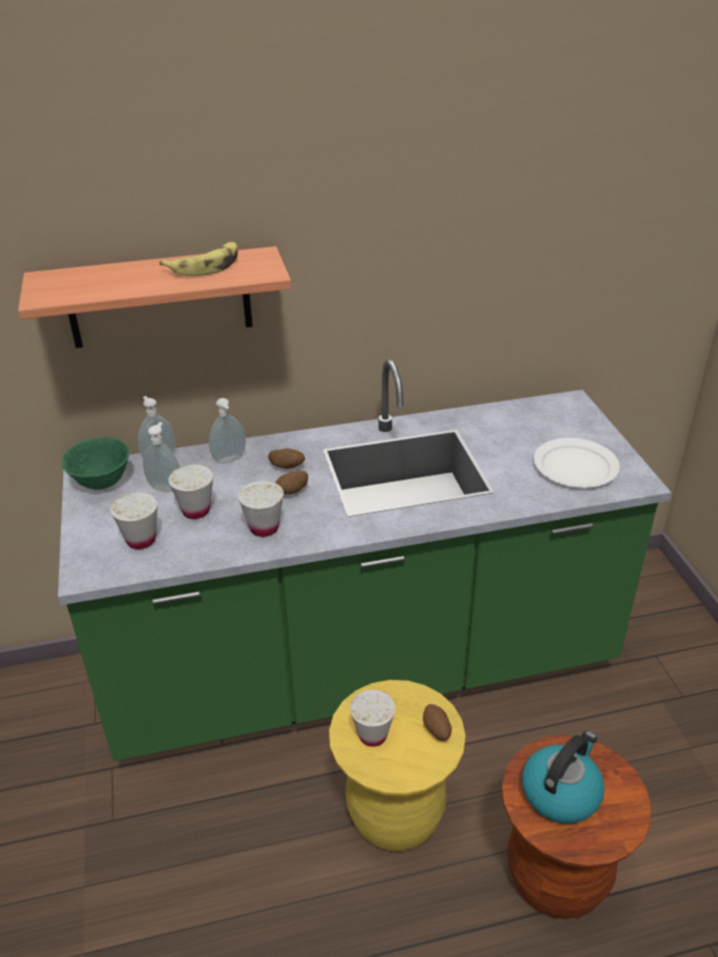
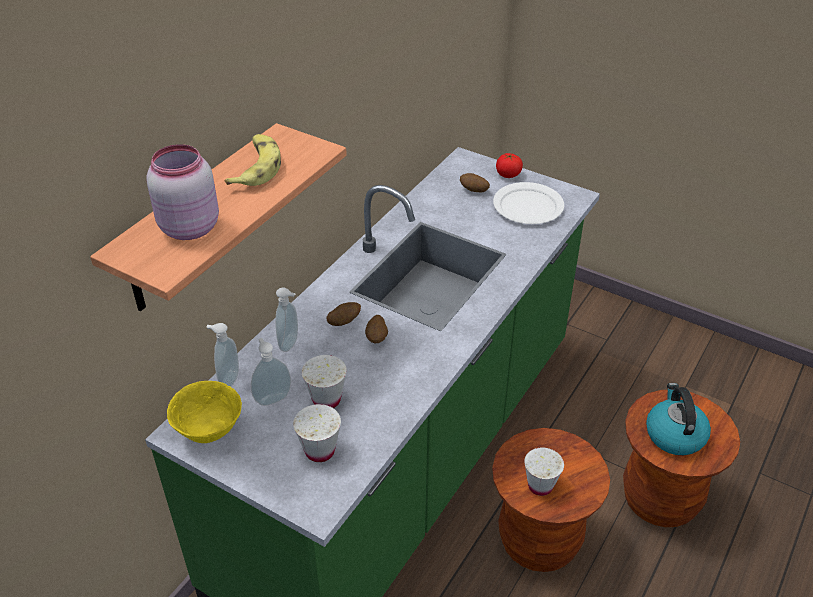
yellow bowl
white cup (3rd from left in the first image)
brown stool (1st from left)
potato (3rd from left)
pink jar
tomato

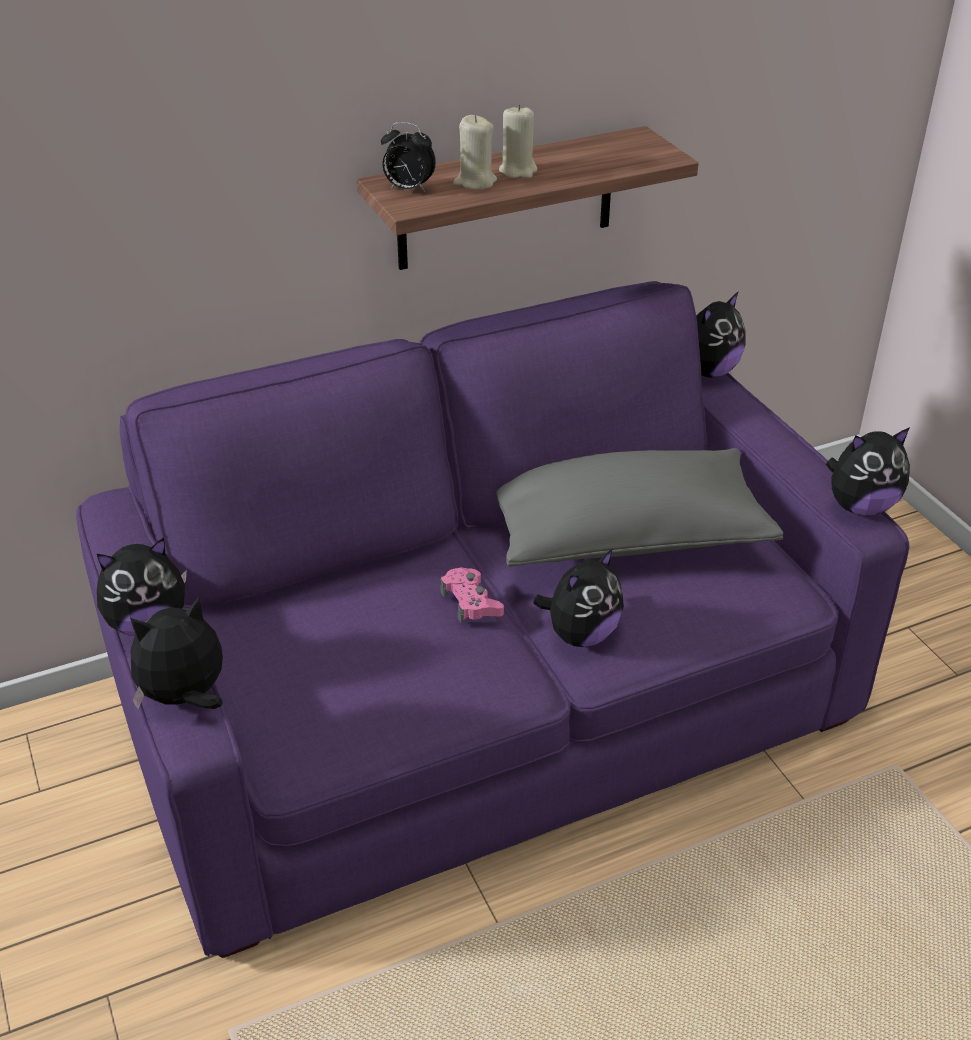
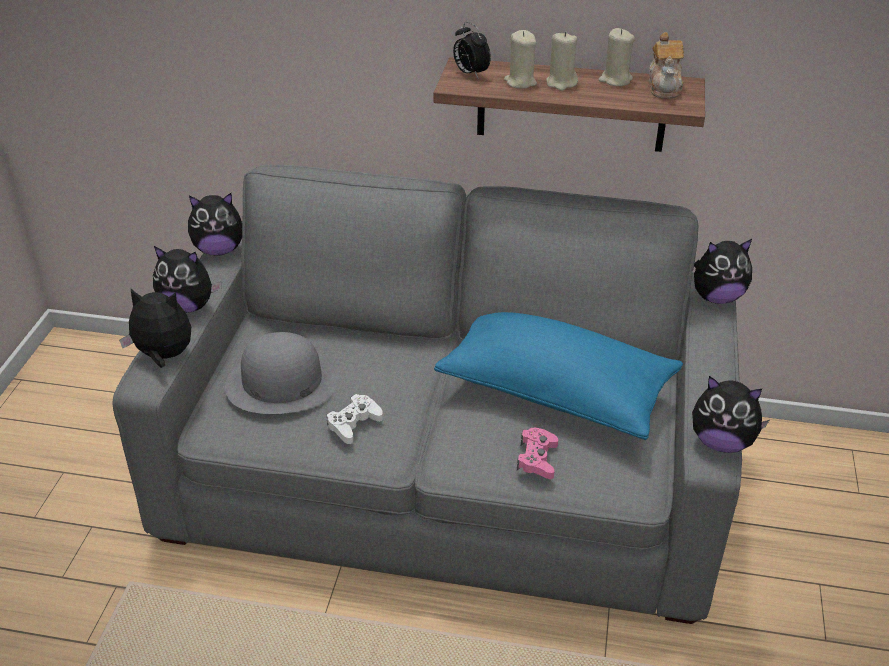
grey sofa
blue pillow
plush toy (3rd from left)
pink game controller
beige candle (3rd from left)
teapot
grey hat
white game controller

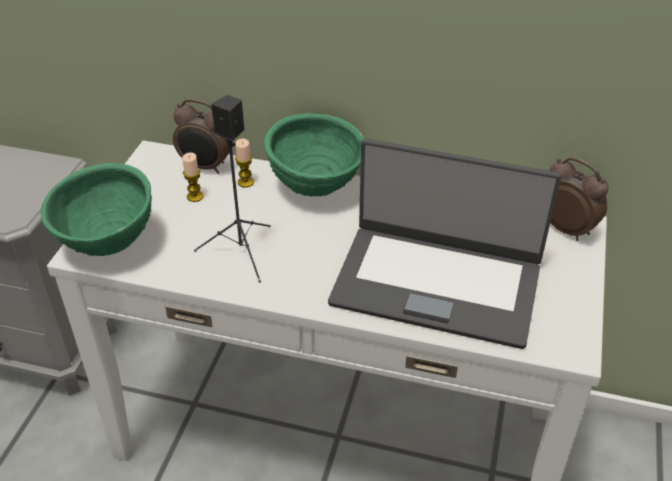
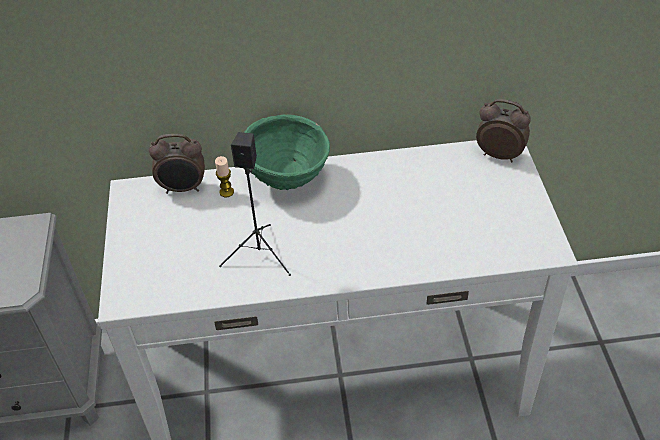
laptop
candle (1st from left in the first image)
green bowl (1st from left in the first image)

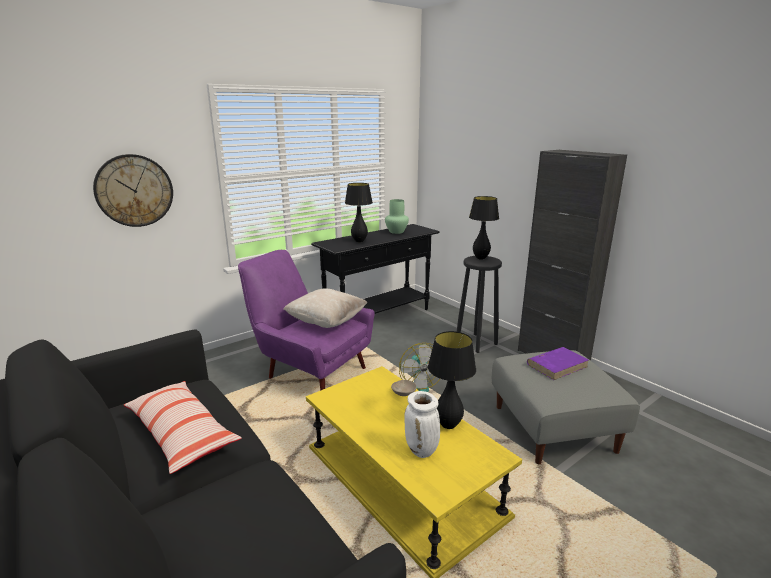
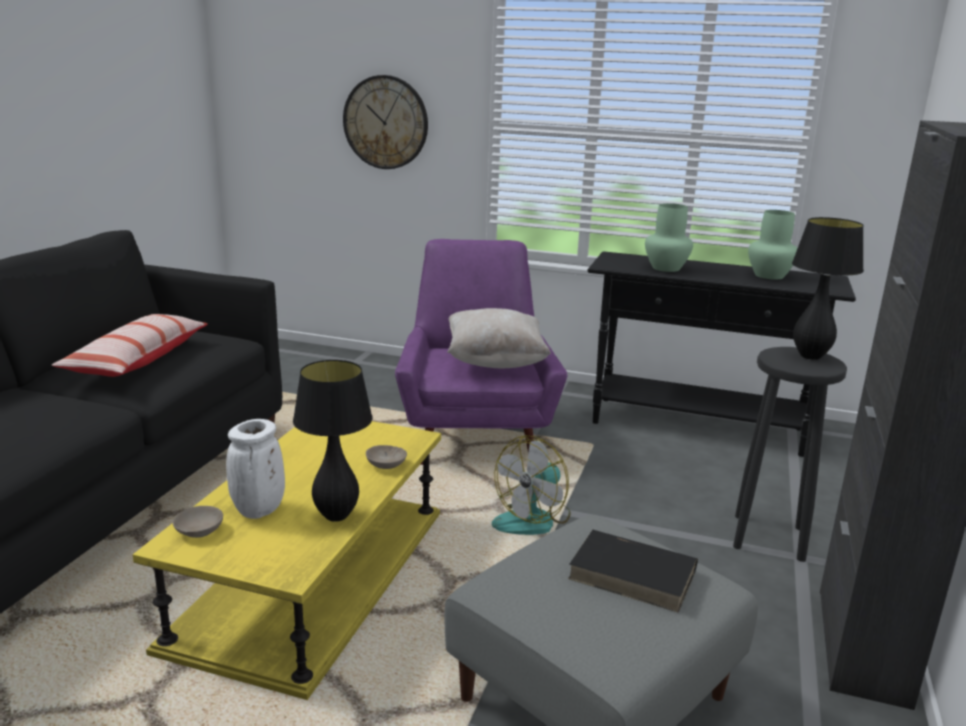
green vase (1st from left)
black book
beige bowl (1st from left)

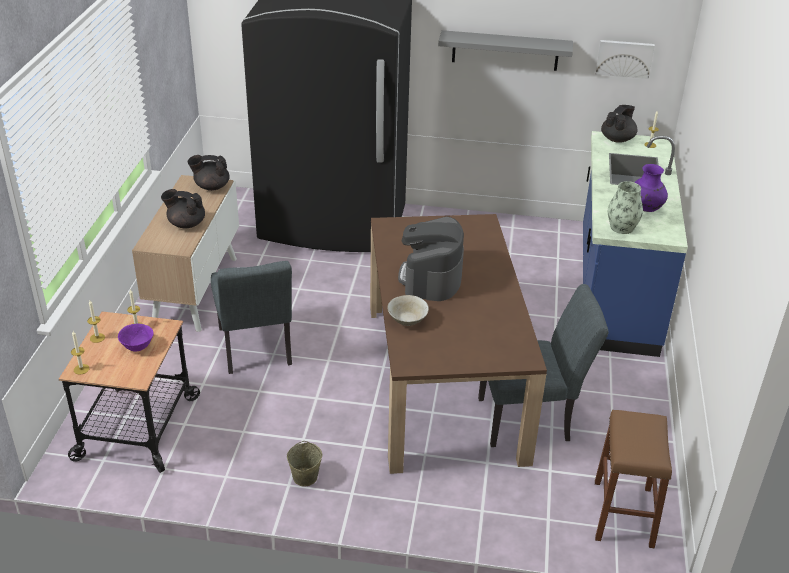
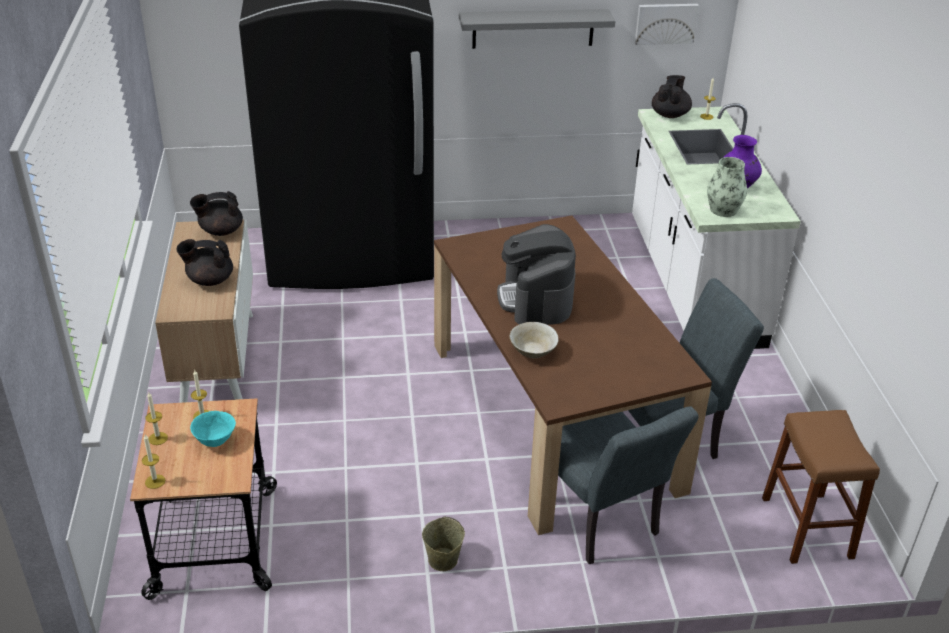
white counter
grey chair (1st from left)
turquoise bowl

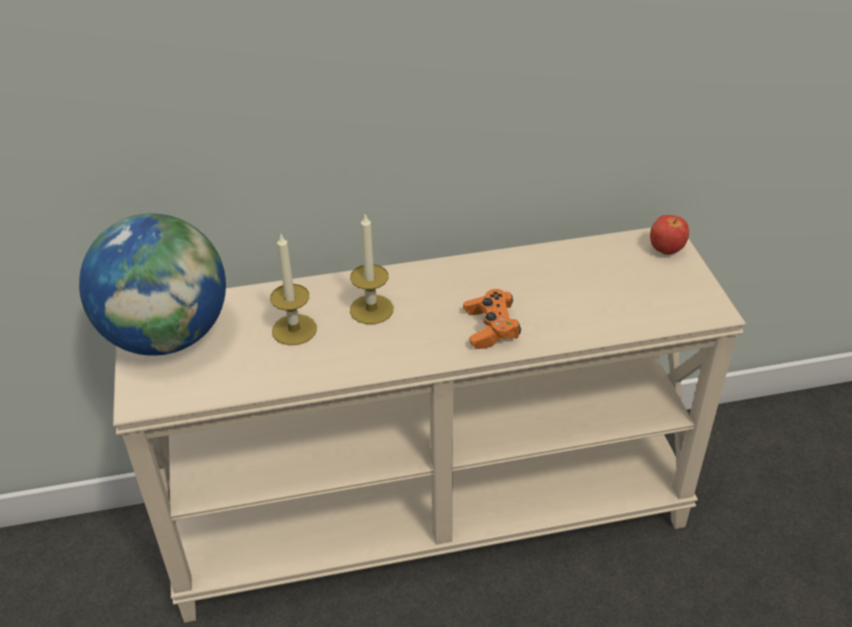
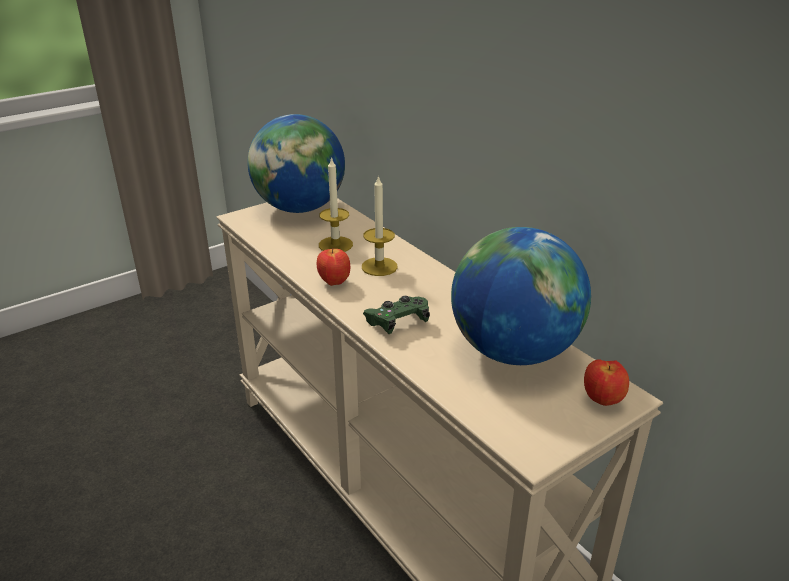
green game controller
globe (2nd from left)
apple (1st from left)

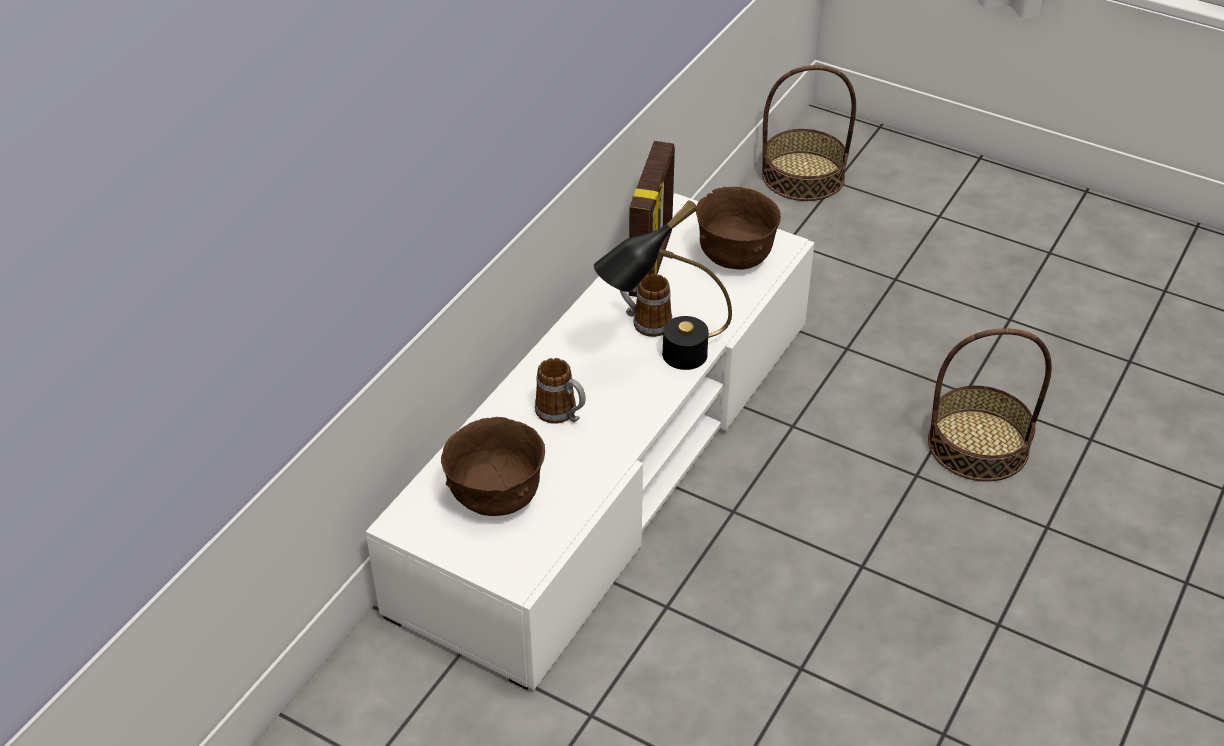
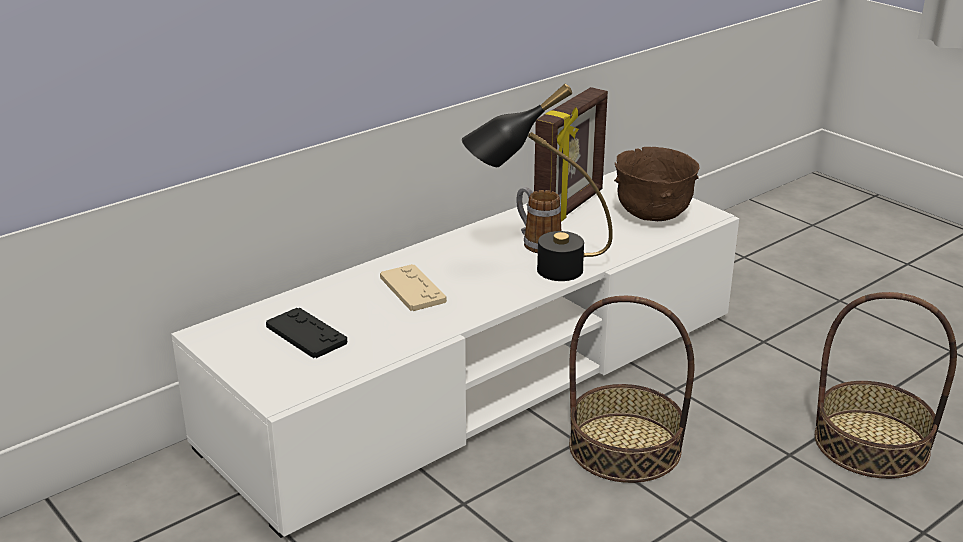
basket (1st from left)
beige game controller
black game controller

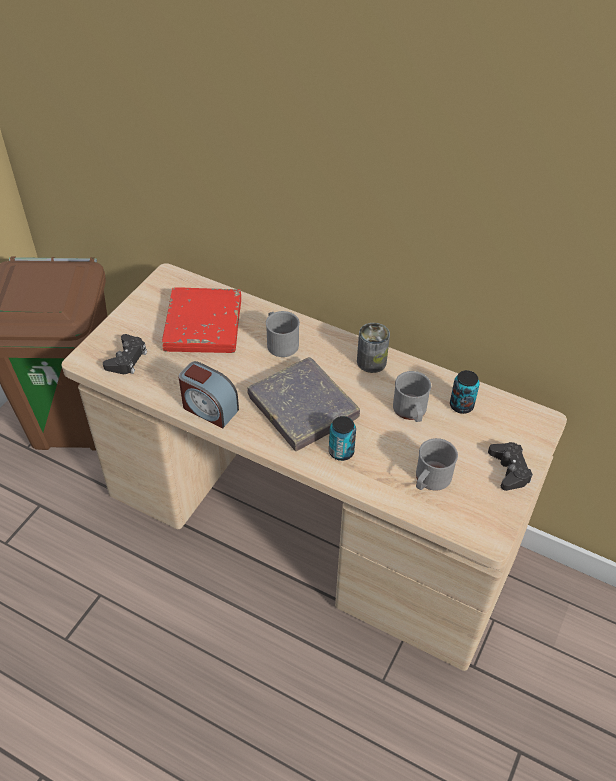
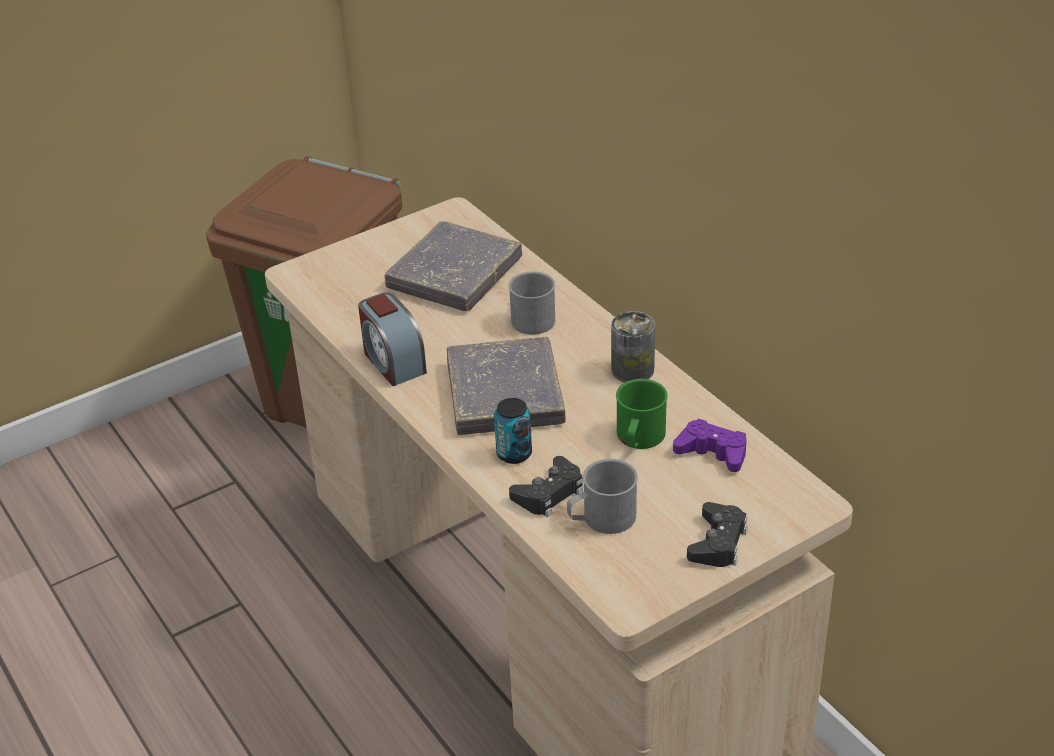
grey book (1st from left)
black game controller (1st from left)
purple game controller
green mug

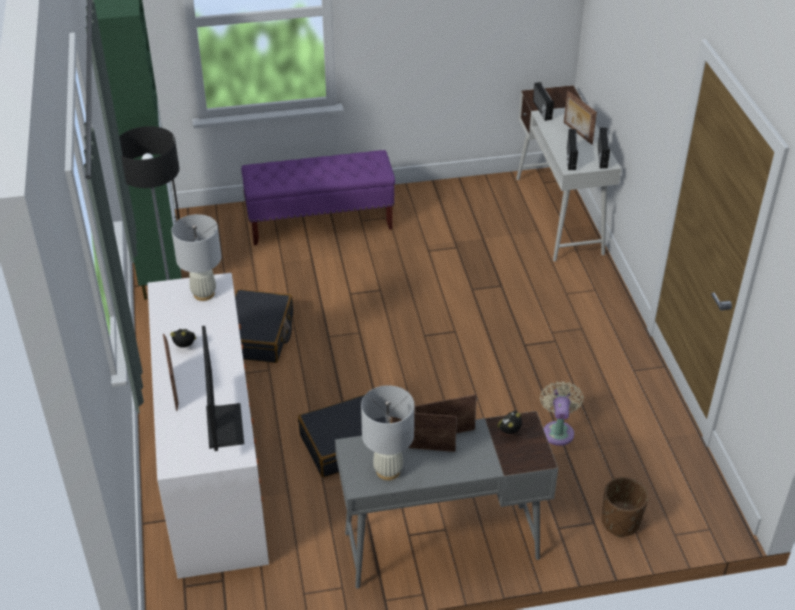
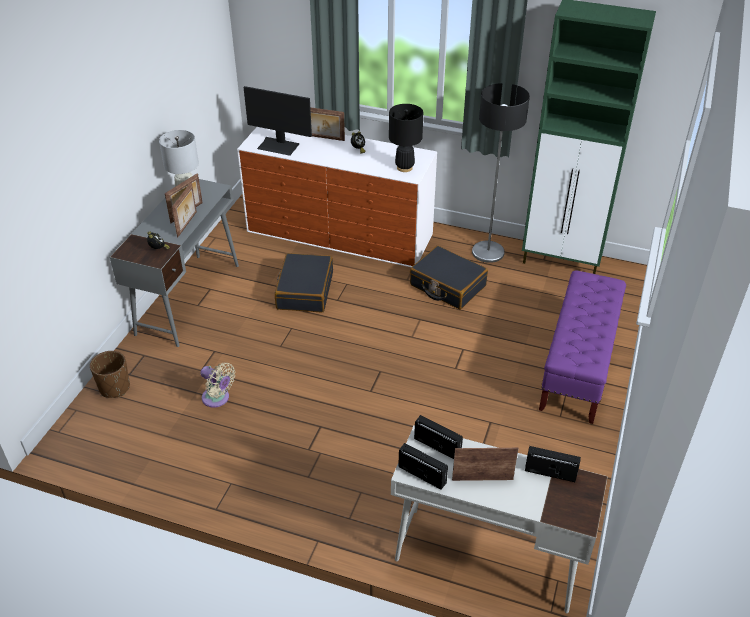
black table lamp

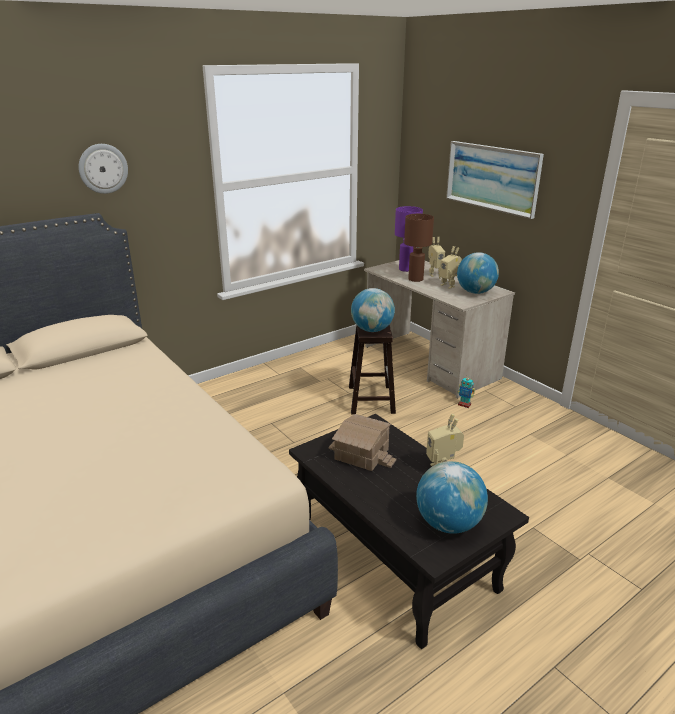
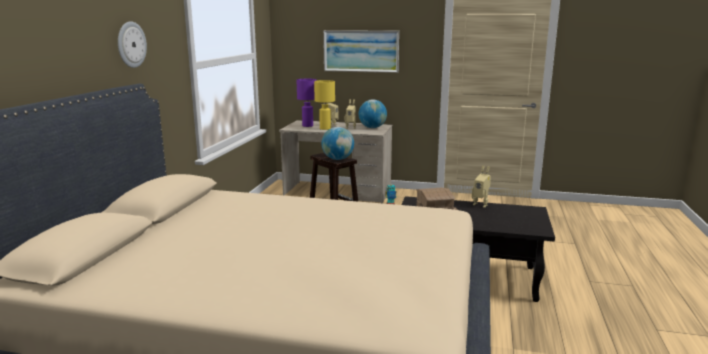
yellow table lamp
globe (2nd from left in the first image)

